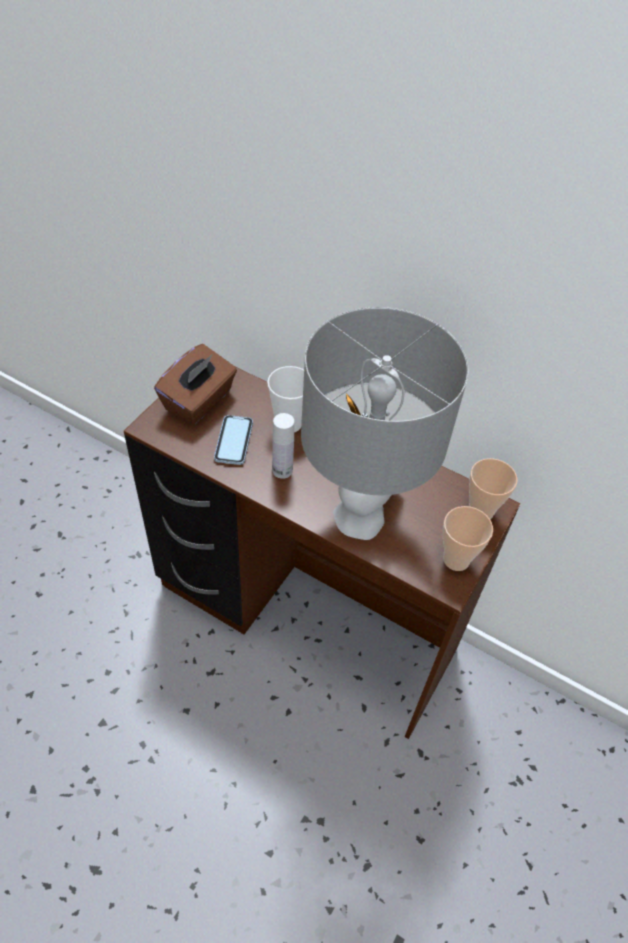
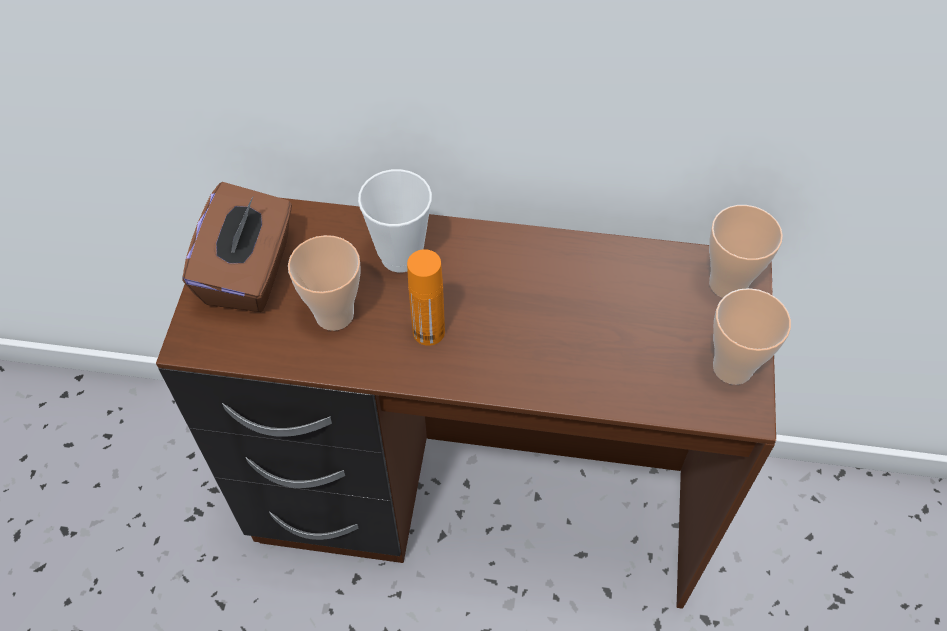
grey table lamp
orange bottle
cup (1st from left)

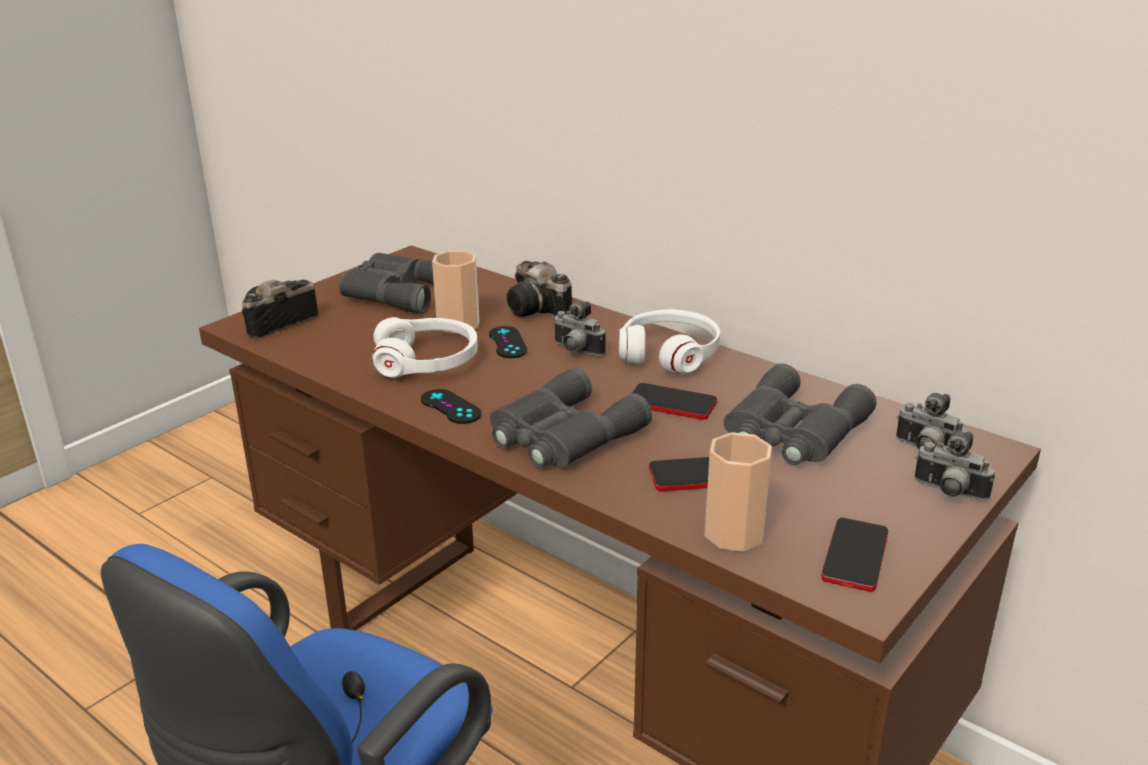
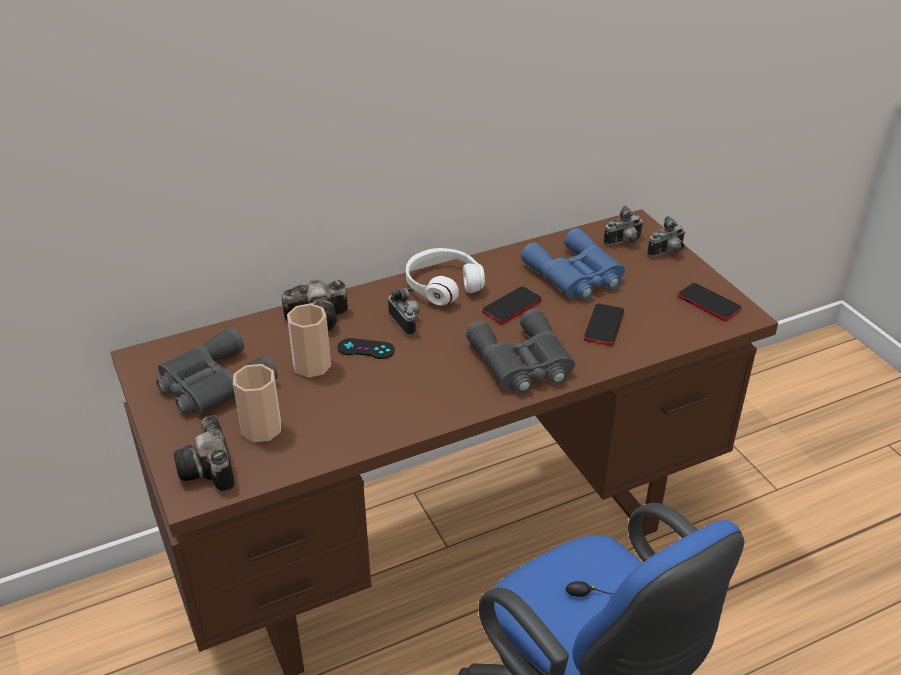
photo camera (3rd from left)
white headphones (1st from left in the first image)
blue binoculars
black game controller (1st from left in the first image)
cup (1st from left)

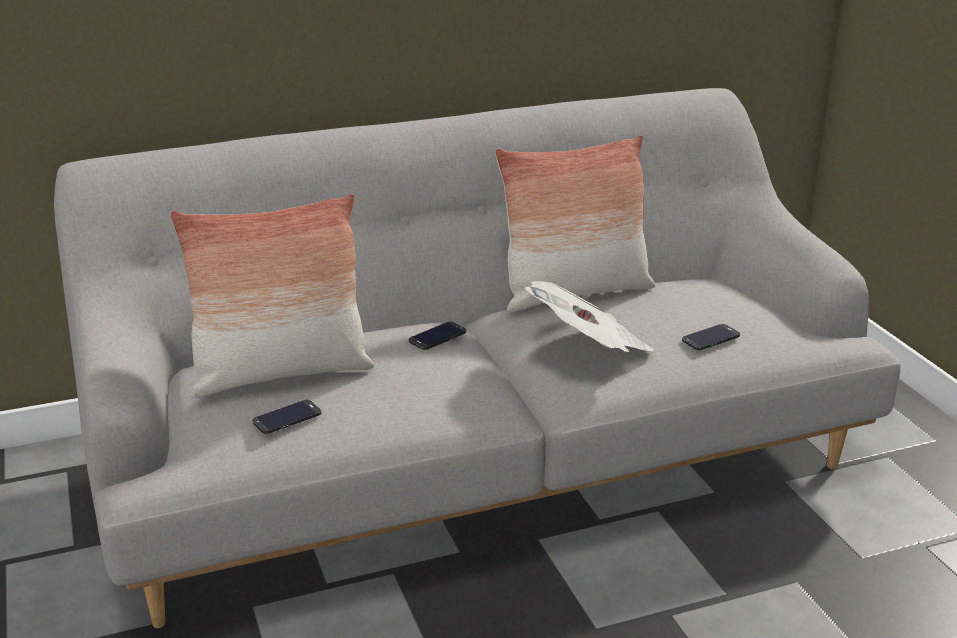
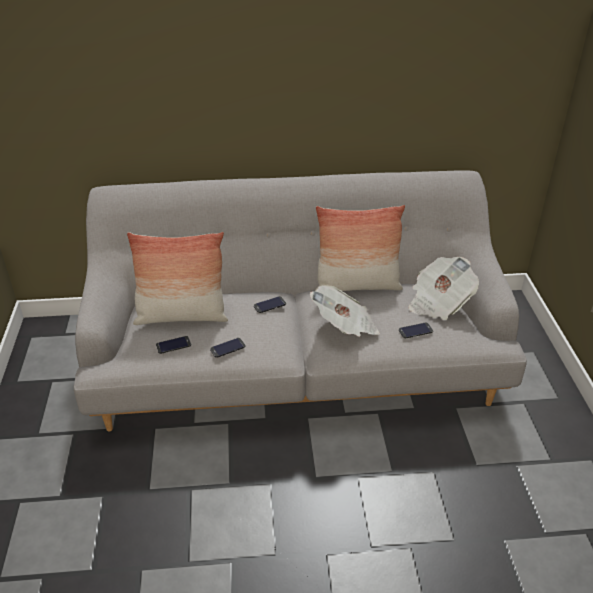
newspaper (2nd from left)
phone (2nd from left)

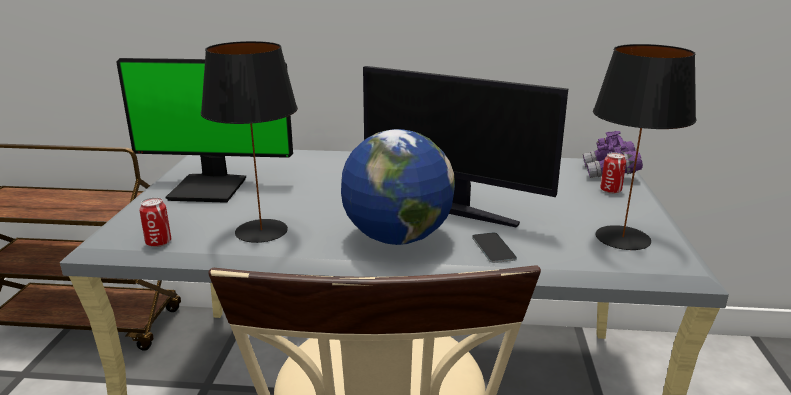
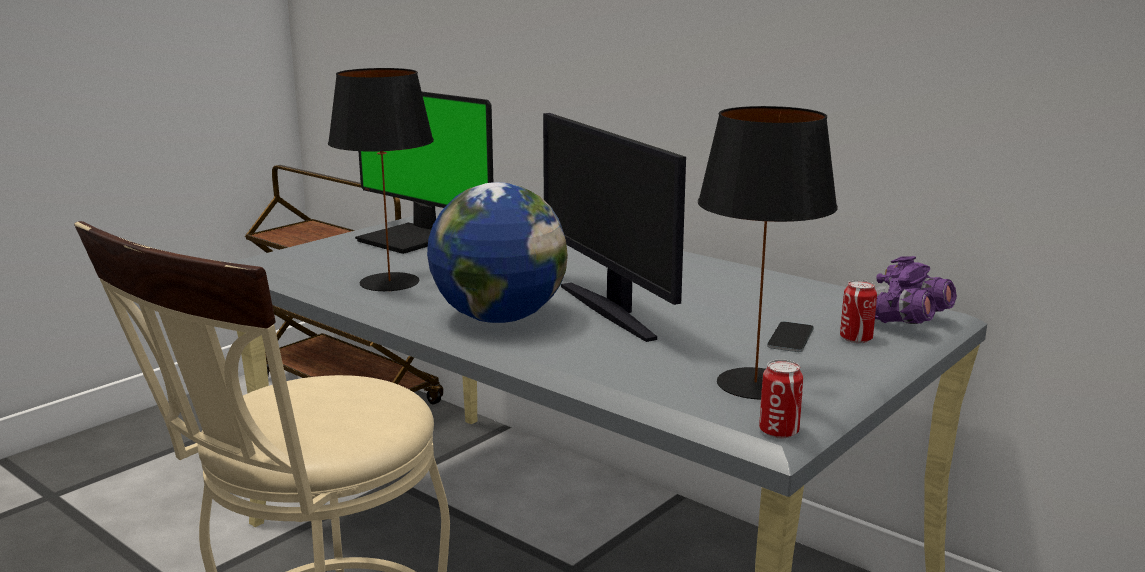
can (1st from left)
phone

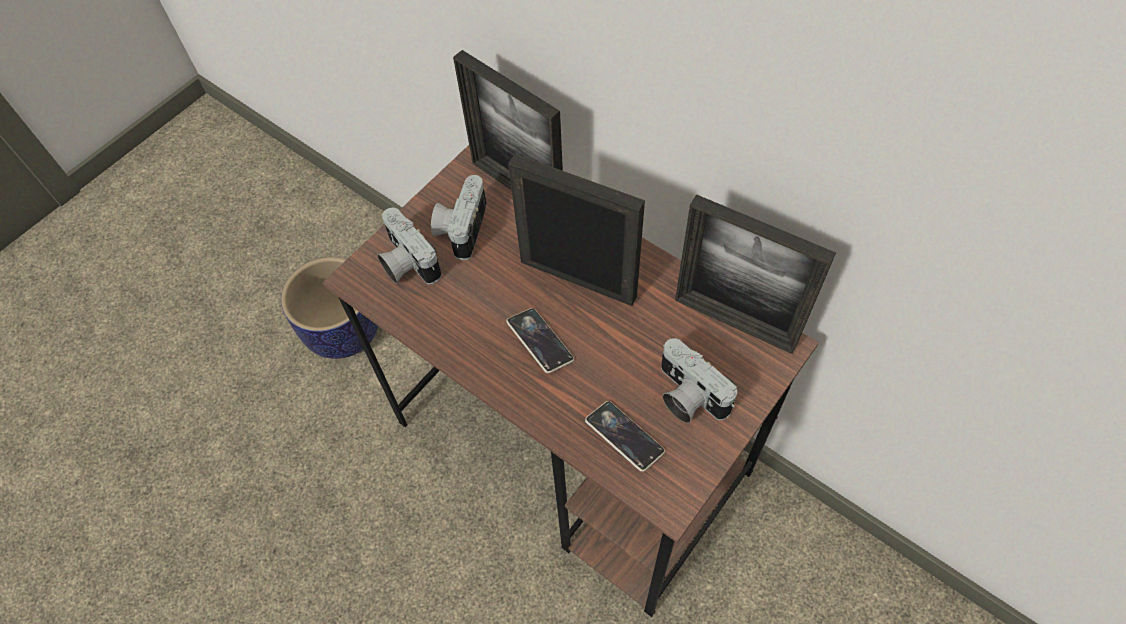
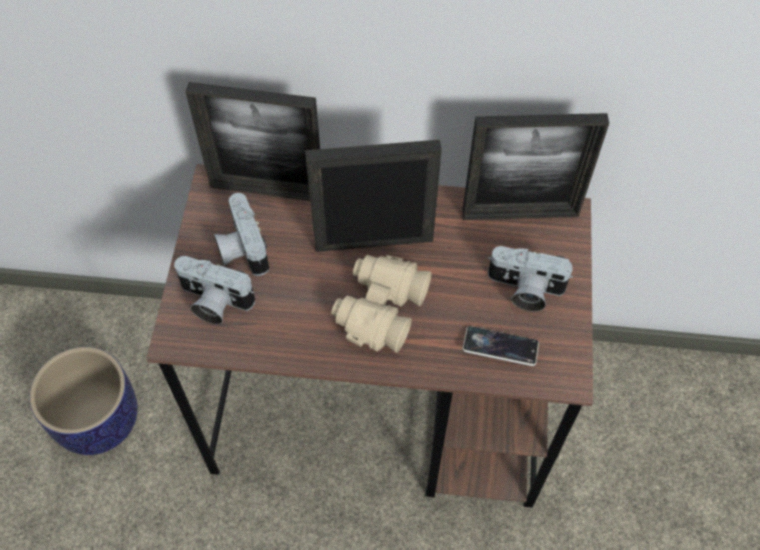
beige binoculars

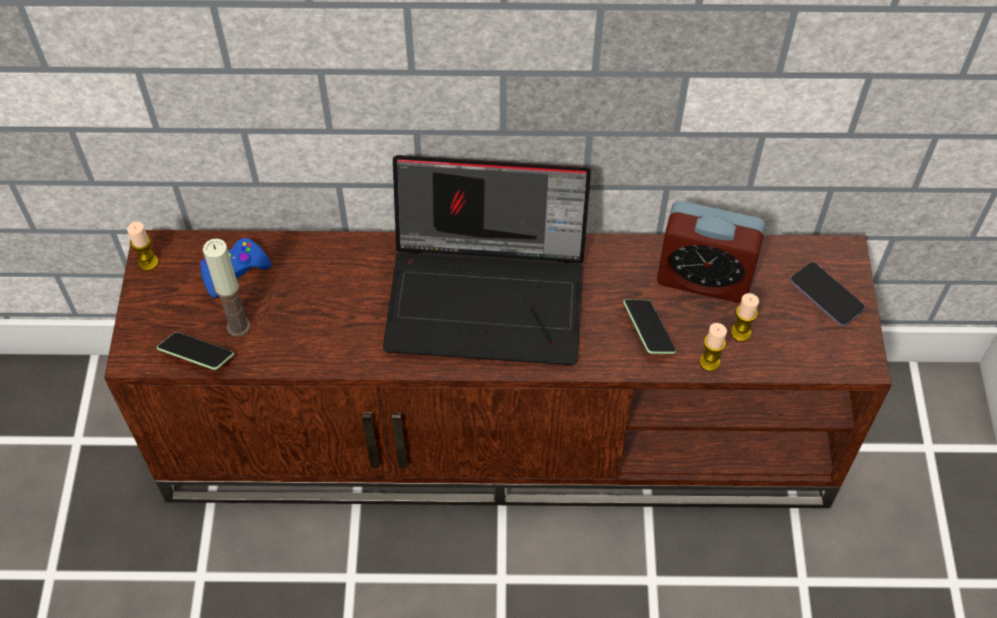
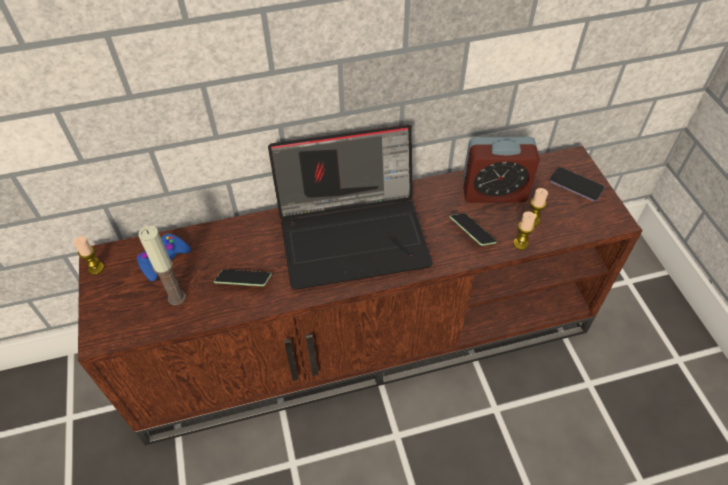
phone (1st from left)

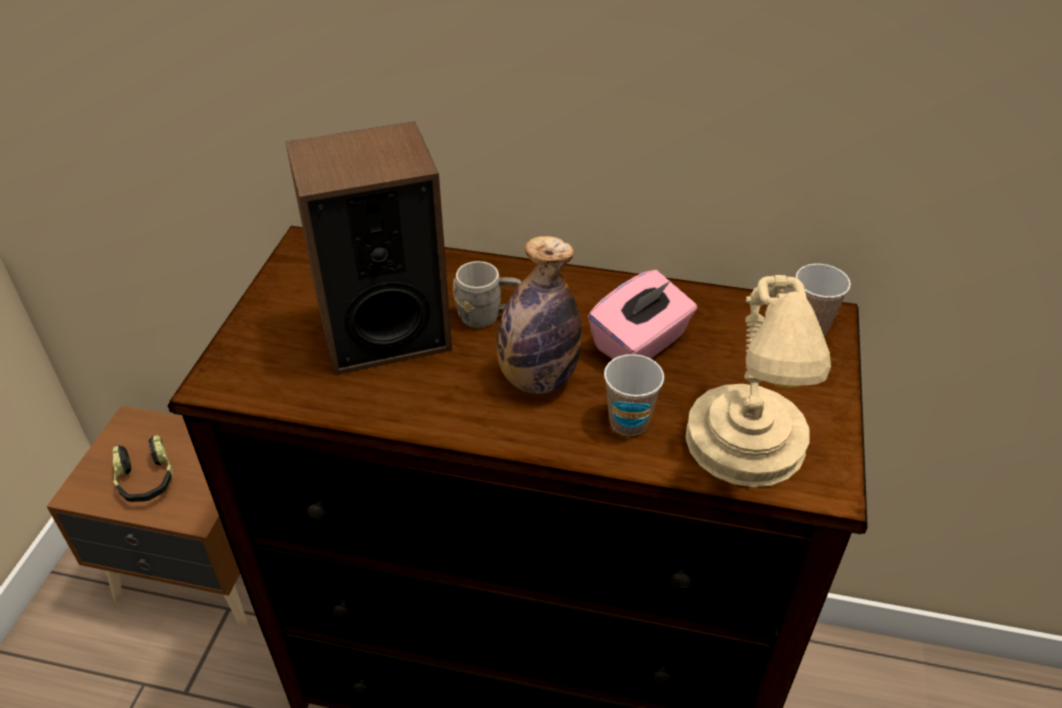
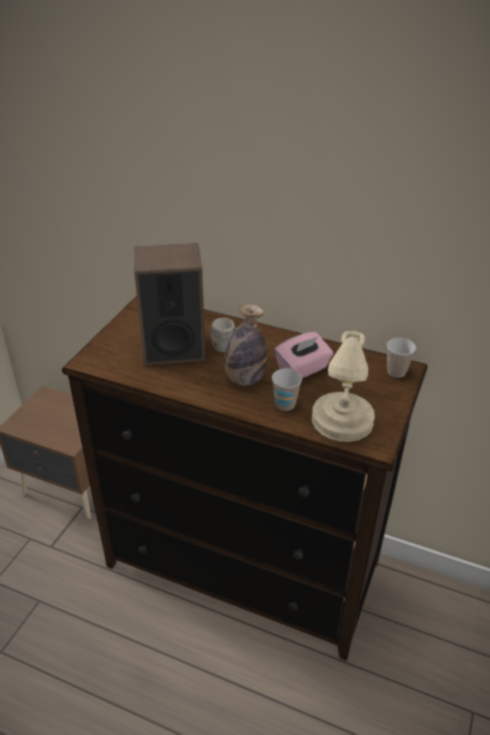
headphones

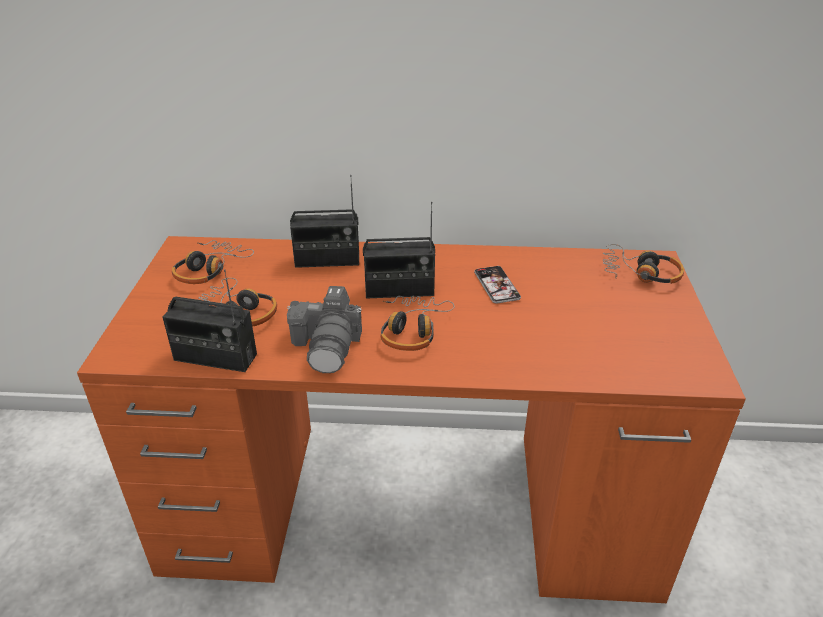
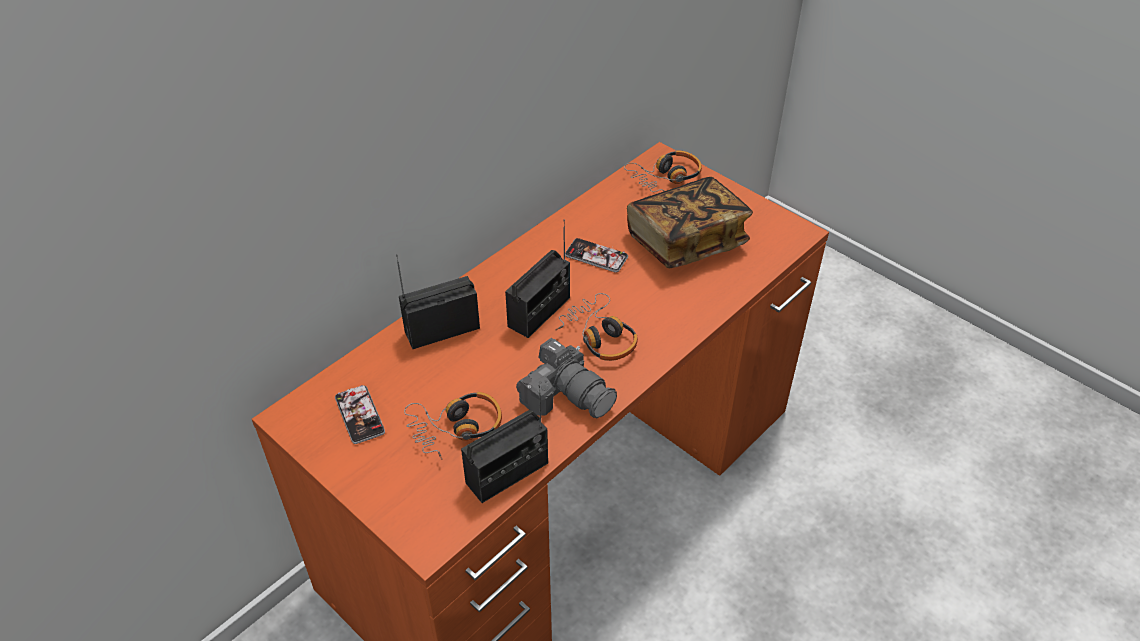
radio (1st from left)
phone (1st from left)
book

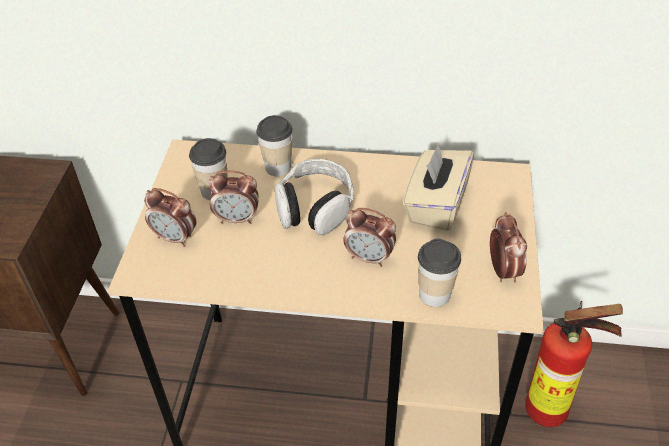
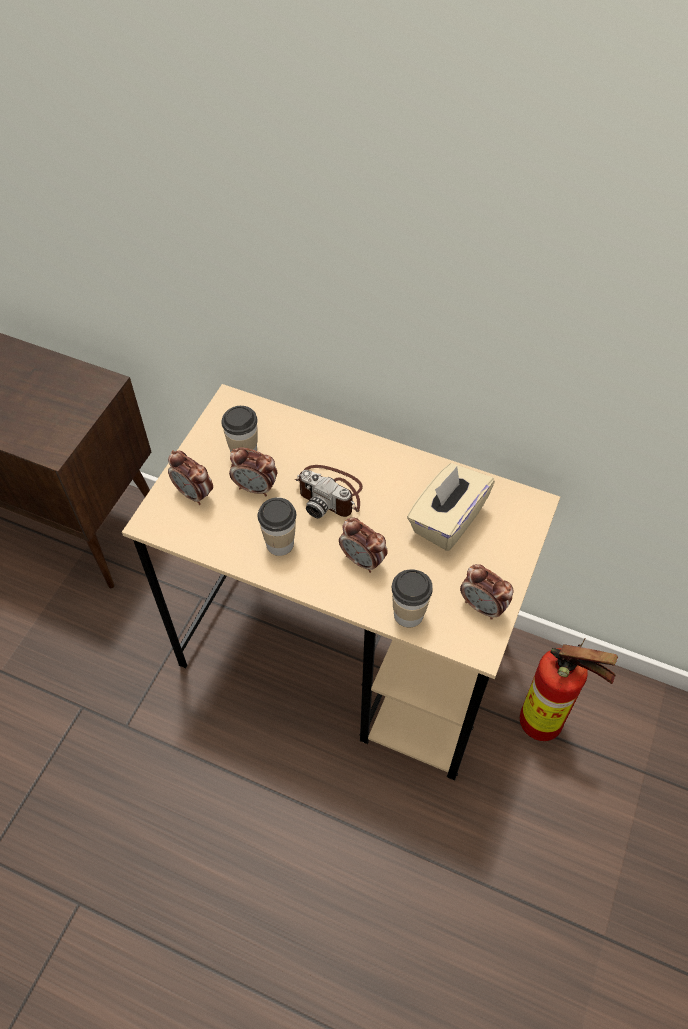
cup (2nd from left)
photo camera
alarm clock (4th from left)

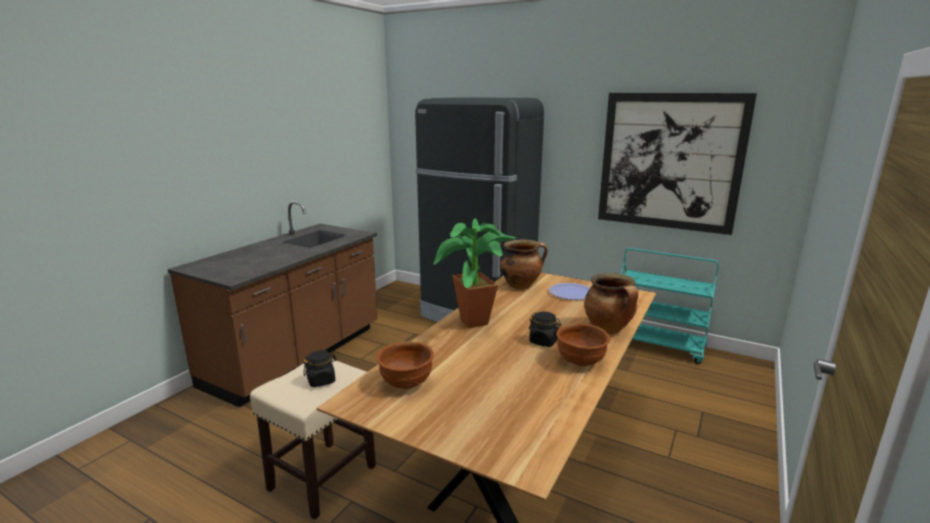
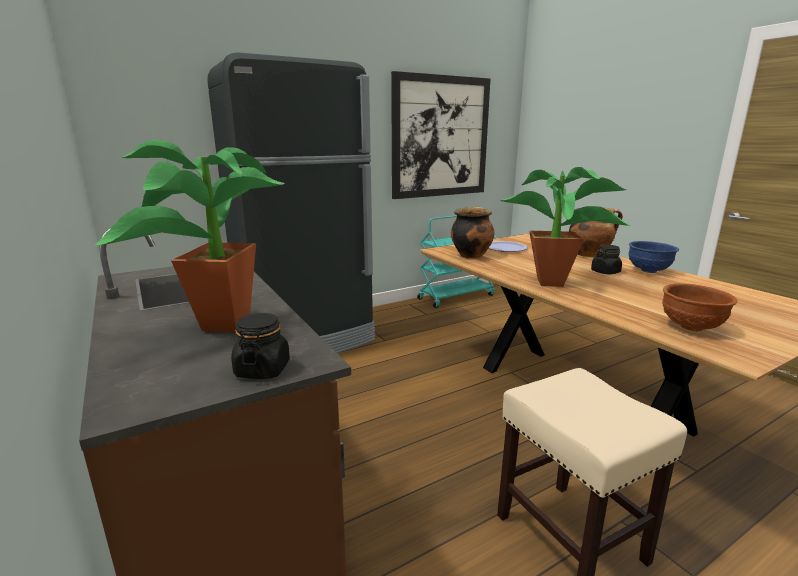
blue bowl
black jar (1st from left)
potted plant (1st from left)

